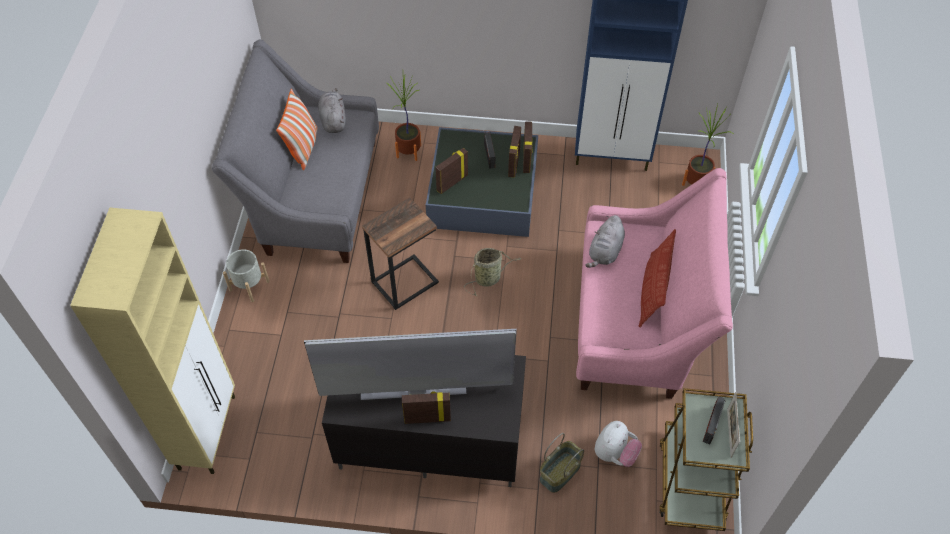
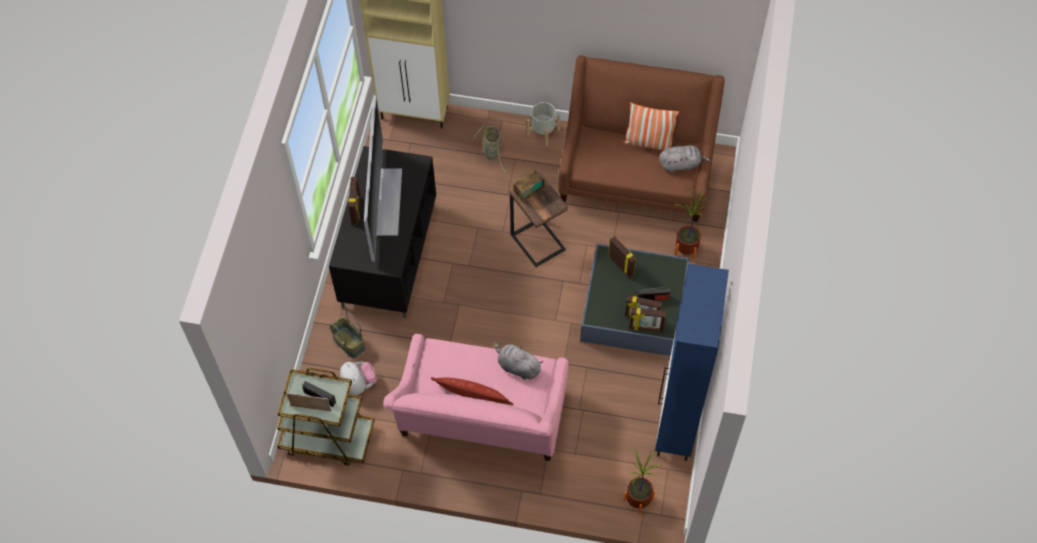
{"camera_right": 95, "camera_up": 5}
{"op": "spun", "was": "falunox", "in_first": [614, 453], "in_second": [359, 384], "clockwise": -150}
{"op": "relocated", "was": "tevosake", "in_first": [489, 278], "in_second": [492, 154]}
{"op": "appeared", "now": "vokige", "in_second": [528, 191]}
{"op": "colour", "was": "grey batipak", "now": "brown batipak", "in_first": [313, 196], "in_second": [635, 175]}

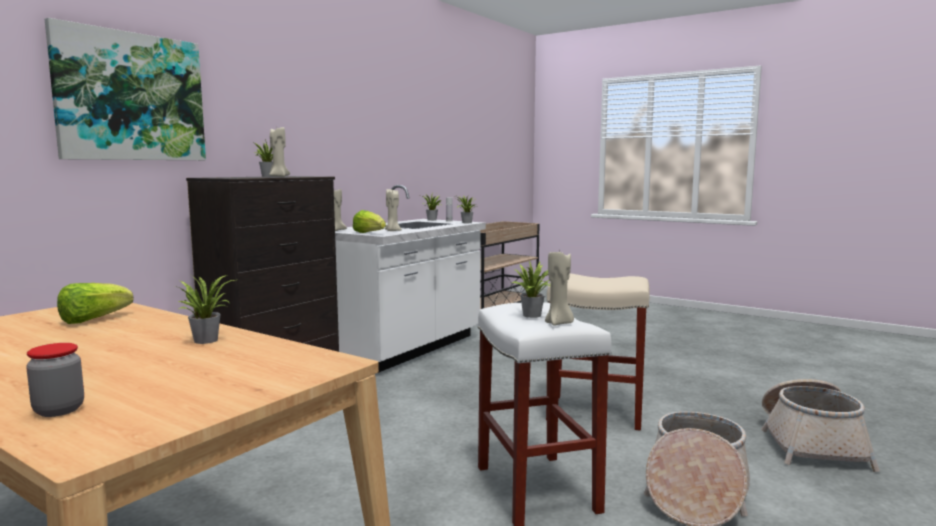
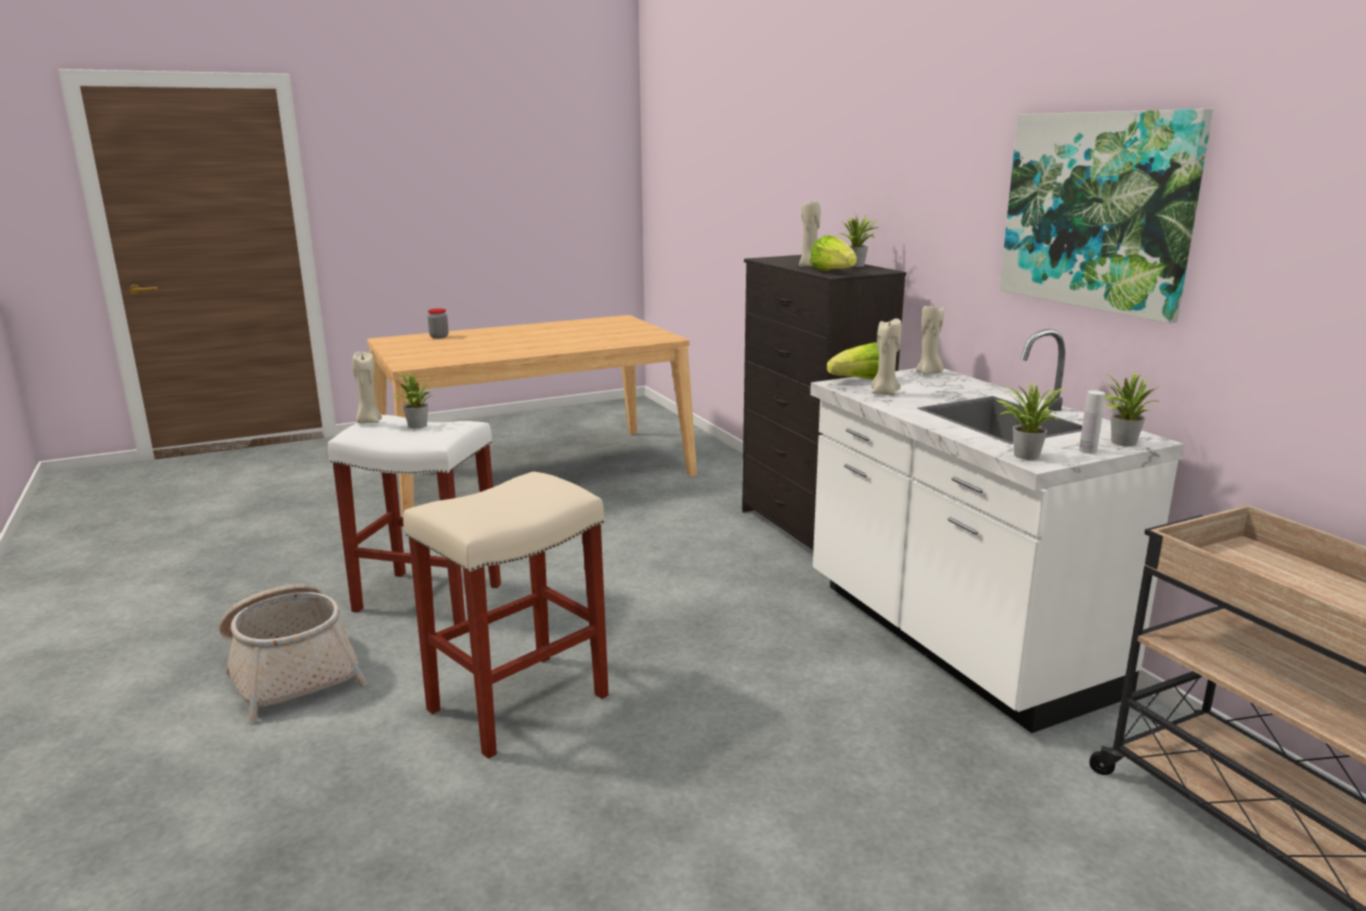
{"camera_right": 120, "camera_up": 10}
{"op": "relocated", "was": "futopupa", "in_first": [93, 320], "in_second": [833, 272]}
{"op": "relocated", "was": "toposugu", "in_first": [131, 97], "in_second": [1097, 211]}
{"op": "missing", "was": "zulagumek", "in_first": [206, 339]}
{"op": "missing", "was": "tevosake", "in_first": [811, 443]}

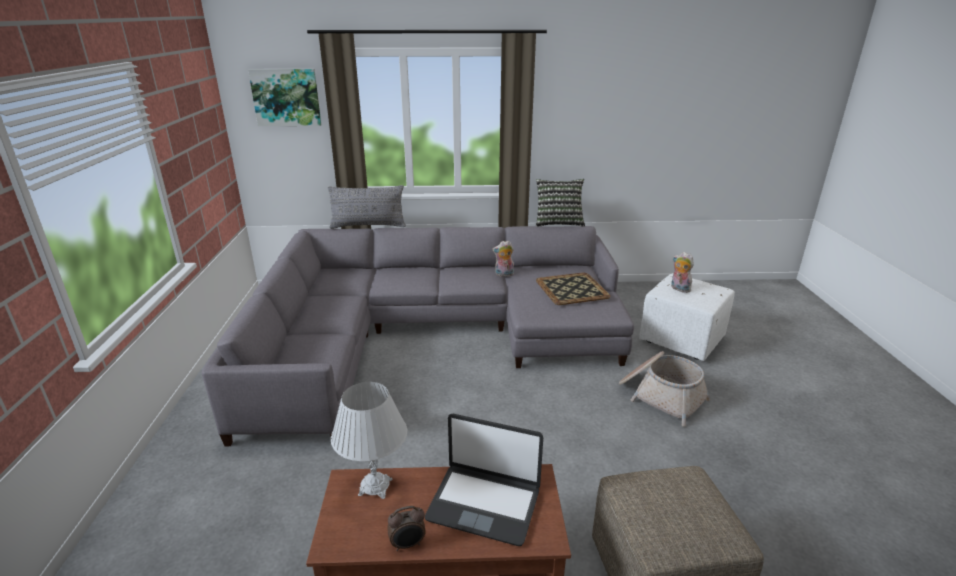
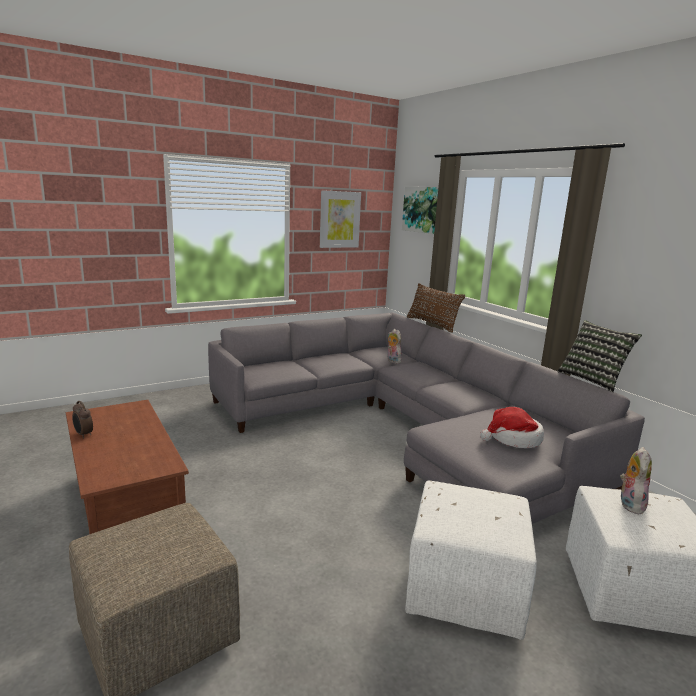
{"camera_right": 60, "camera_up": -10}
{"op": "appeared", "now": "toposugu", "in_second": [339, 219]}
{"op": "relocated", "was": "falunox", "in_first": [504, 275], "in_second": [392, 361]}
{"op": "exchanged", "was": "tevosake", "now": "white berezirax", "in_first": [660, 396], "in_second": [466, 591]}
{"op": "colour", "was": "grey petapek", "now": "brown petapek", "in_first": [368, 226], "in_second": [432, 324]}
{"op": "exchanged", "was": "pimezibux", "now": "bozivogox", "in_first": [572, 289], "in_second": [513, 439]}
{"op": "missing", "was": "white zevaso", "in_first": [375, 487]}
{"op": "missing", "was": "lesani", "in_first": [484, 503]}

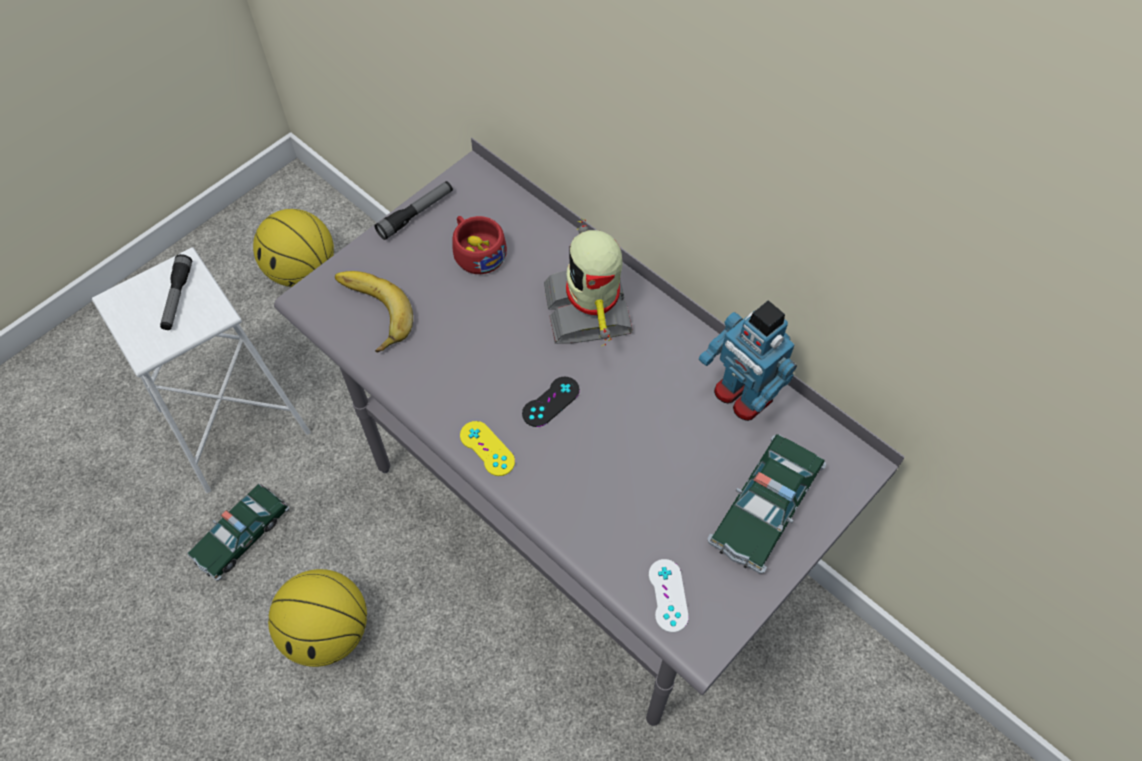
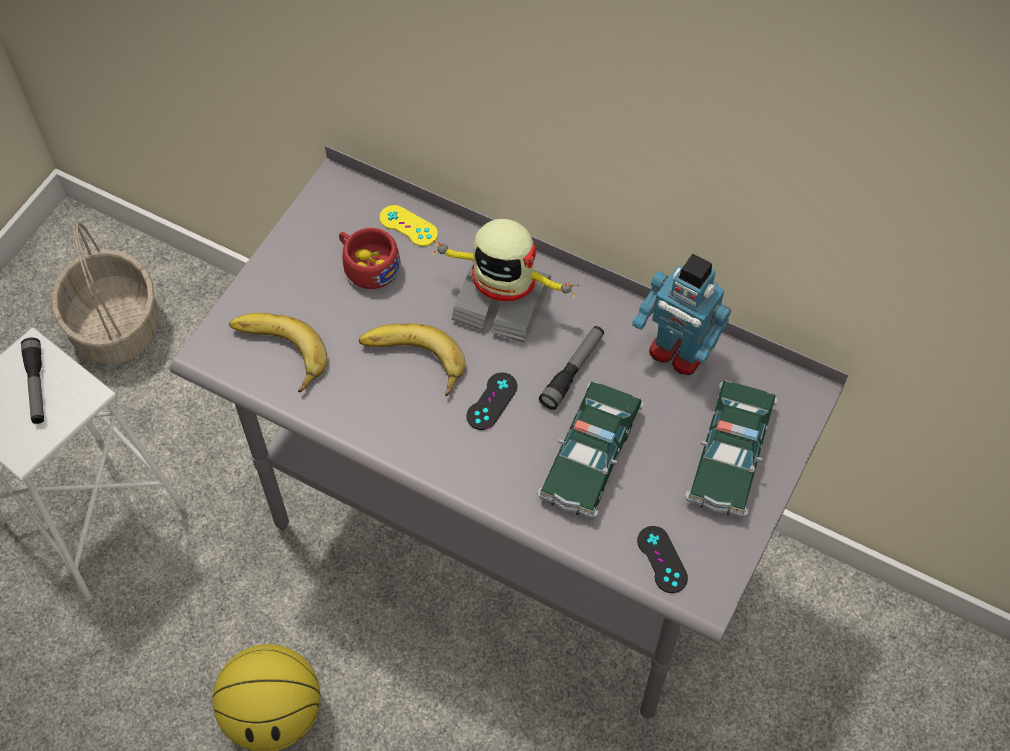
{"camera_right": -15, "camera_up": 0}
{"op": "exchanged", "was": "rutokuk", "now": "tevosake", "in_first": [303, 271], "in_second": [116, 327]}
{"op": "appeared", "now": "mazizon", "in_second": [411, 363]}
{"op": "relocated", "was": "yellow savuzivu", "in_first": [487, 448], "in_second": [408, 226]}
{"op": "spun", "was": "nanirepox", "in_first": [590, 309], "in_second": [502, 299], "clockwise": -45}
{"op": "relocated", "was": "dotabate", "in_first": [242, 535], "in_second": [590, 456]}
{"op": "relocated", "was": "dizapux", "in_first": [416, 214], "in_second": [573, 371]}
{"op": "colour", "was": "white savuzivu", "now": "black savuzivu", "in_first": [668, 595], "in_second": [662, 559]}

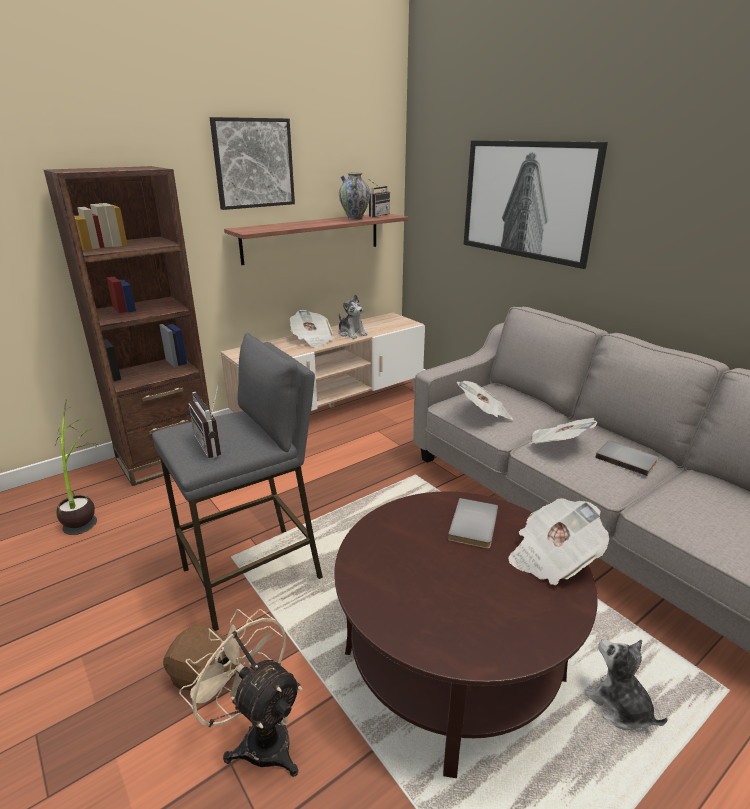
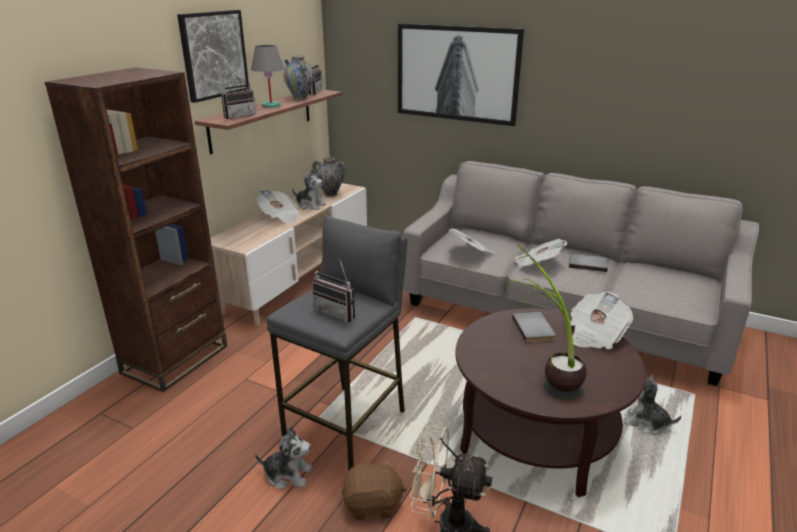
{"camera_right": -25, "camera_up": 0}
{"op": "appeared", "now": "vokige", "in_second": [238, 116]}
{"op": "appeared", "now": "grey zevaso", "in_second": [271, 106]}
{"op": "appeared", "now": "falunox", "in_second": [288, 475]}
{"op": "appeared", "now": "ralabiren", "in_second": [330, 194]}
{"op": "relocated", "was": "zulagumek", "in_first": [85, 512], "in_second": [544, 375]}

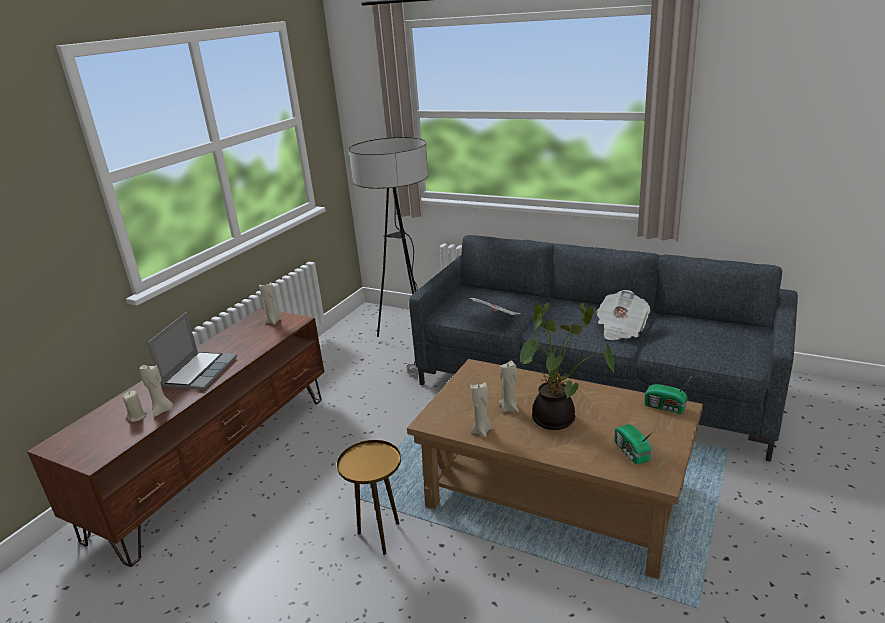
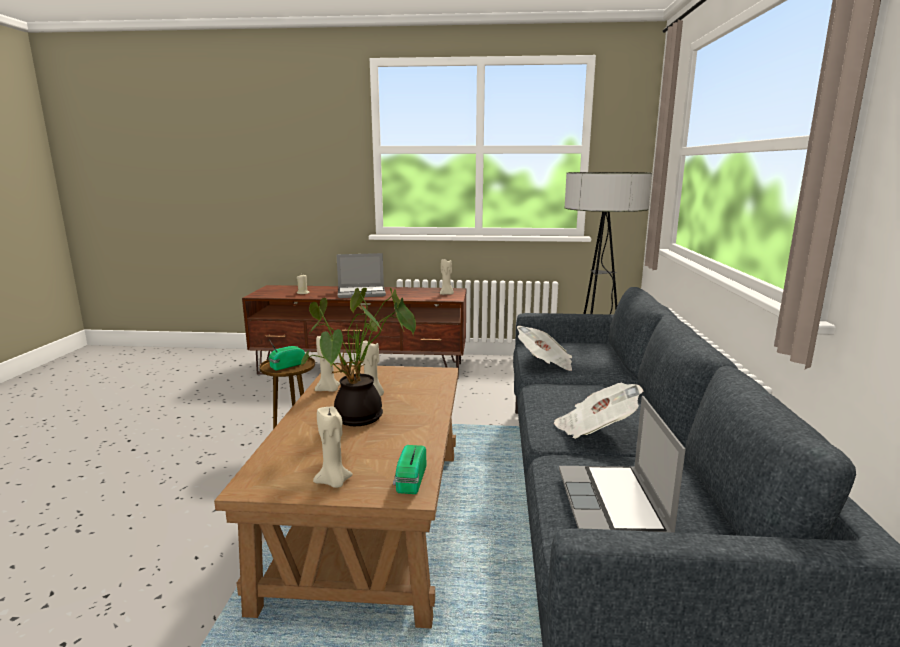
{"camera_right": 65, "camera_up": -10}
{"op": "relocated", "was": "vokige", "in_first": [631, 452], "in_second": [286, 365]}
{"op": "relocated", "was": "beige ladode", "in_first": [162, 410], "in_second": [334, 482]}
{"op": "appeared", "now": "lesani", "in_second": [614, 504]}

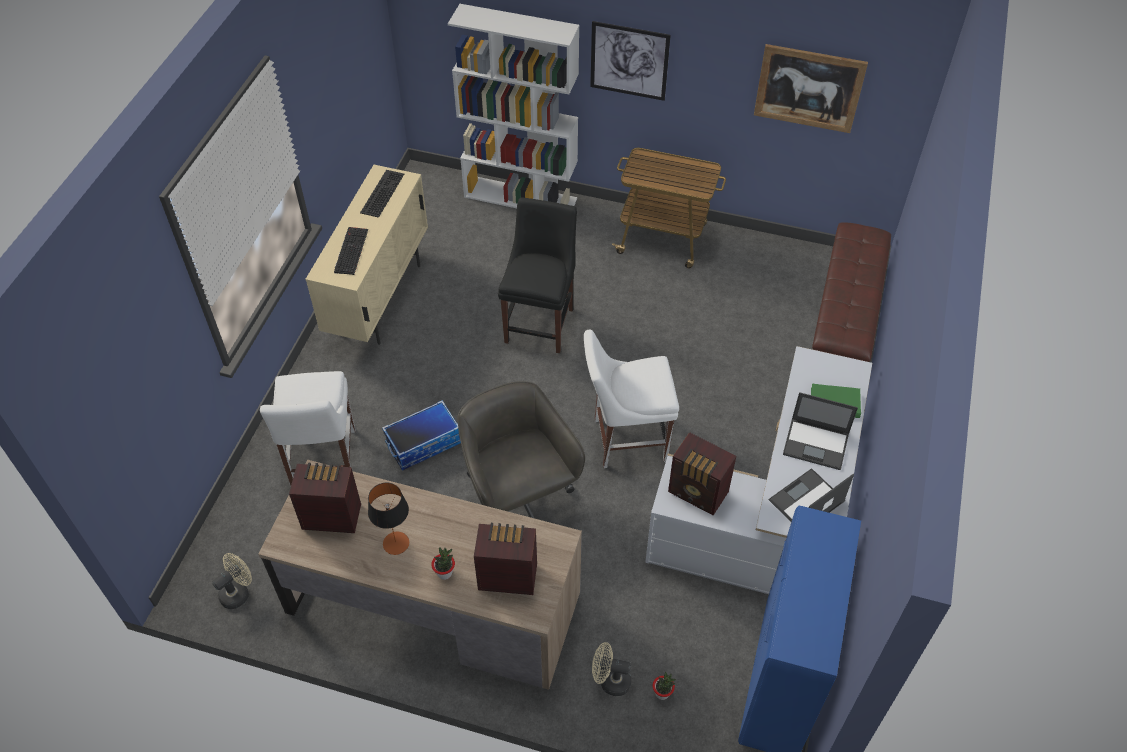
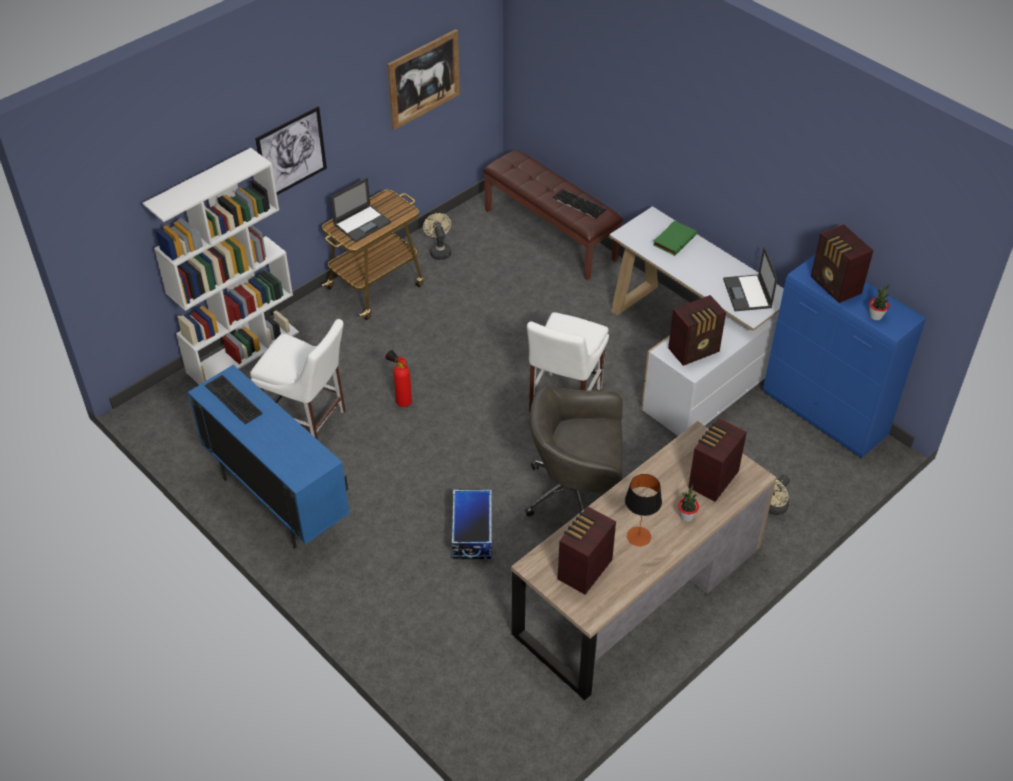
{"camera_right": -60, "camera_up": -5}
{"op": "colour", "was": "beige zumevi", "now": "blue zumevi", "in_first": [380, 299], "in_second": [277, 500]}
{"op": "relocated", "was": "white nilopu", "in_first": [323, 462], "in_second": [309, 422]}
{"op": "relocated", "was": "lesani", "in_first": [816, 444], "in_second": [362, 223]}
{"op": "exchanged", "was": "black nilopu", "now": "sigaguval", "in_first": [541, 322], "in_second": [401, 401]}
{"op": "relocated", "was": "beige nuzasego", "in_first": [238, 592], "in_second": [439, 250]}
{"op": "relocated", "was": "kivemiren", "in_first": [350, 250], "in_second": [578, 204]}
{"op": "appeared", "now": "vokige", "in_second": [835, 286]}
{"op": "relocated", "was": "zulagumek", "in_first": [662, 693], "in_second": [876, 316]}

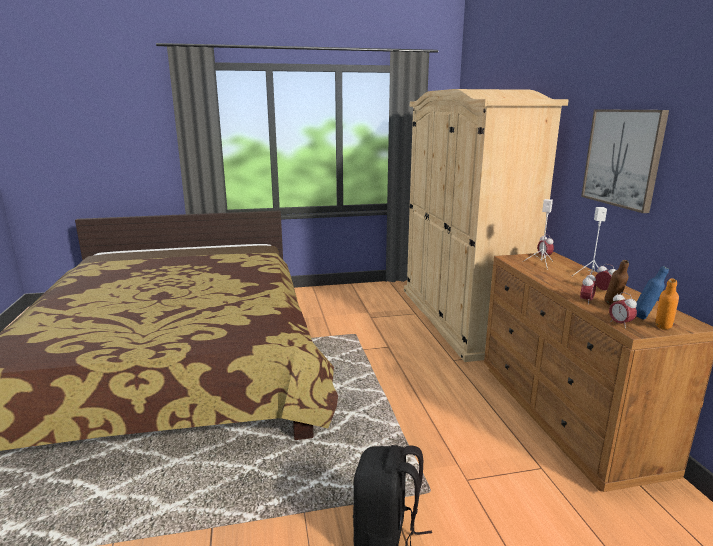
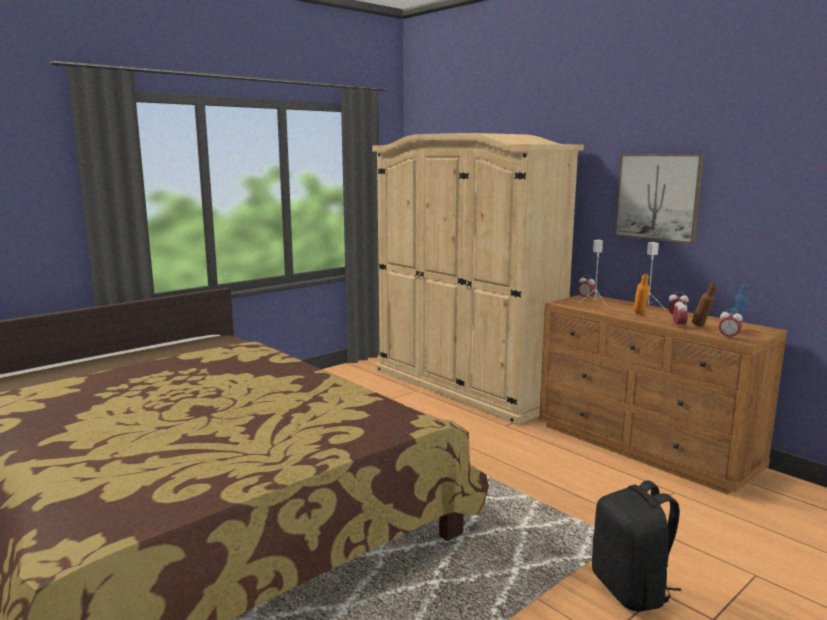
{"camera_right": -30, "camera_up": -5}
{"op": "relocated", "was": "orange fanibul", "in_first": [662, 330], "in_second": [640, 314]}

